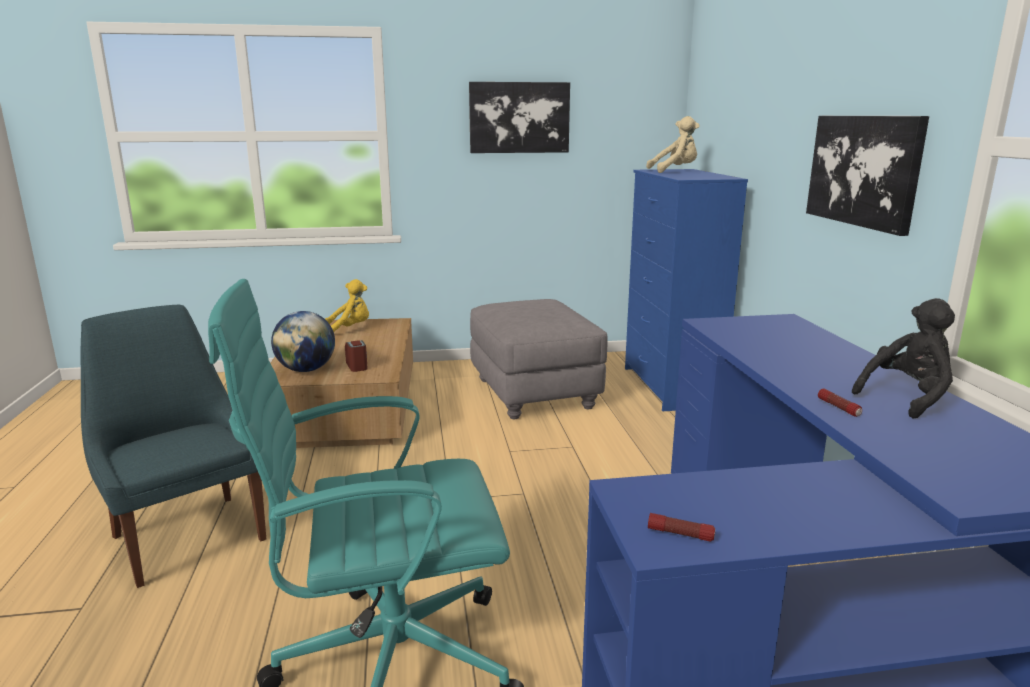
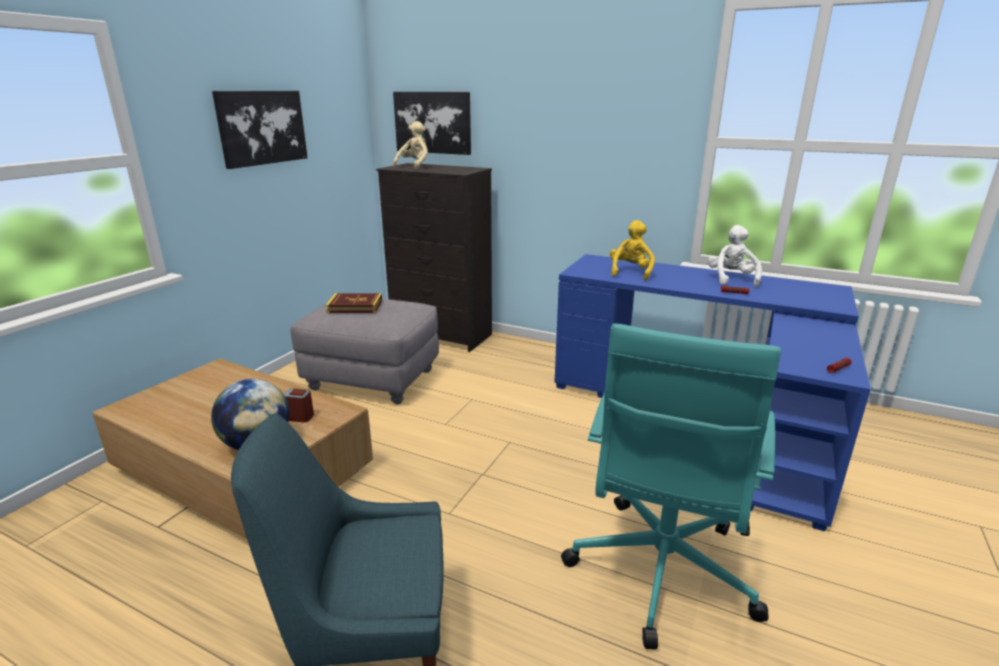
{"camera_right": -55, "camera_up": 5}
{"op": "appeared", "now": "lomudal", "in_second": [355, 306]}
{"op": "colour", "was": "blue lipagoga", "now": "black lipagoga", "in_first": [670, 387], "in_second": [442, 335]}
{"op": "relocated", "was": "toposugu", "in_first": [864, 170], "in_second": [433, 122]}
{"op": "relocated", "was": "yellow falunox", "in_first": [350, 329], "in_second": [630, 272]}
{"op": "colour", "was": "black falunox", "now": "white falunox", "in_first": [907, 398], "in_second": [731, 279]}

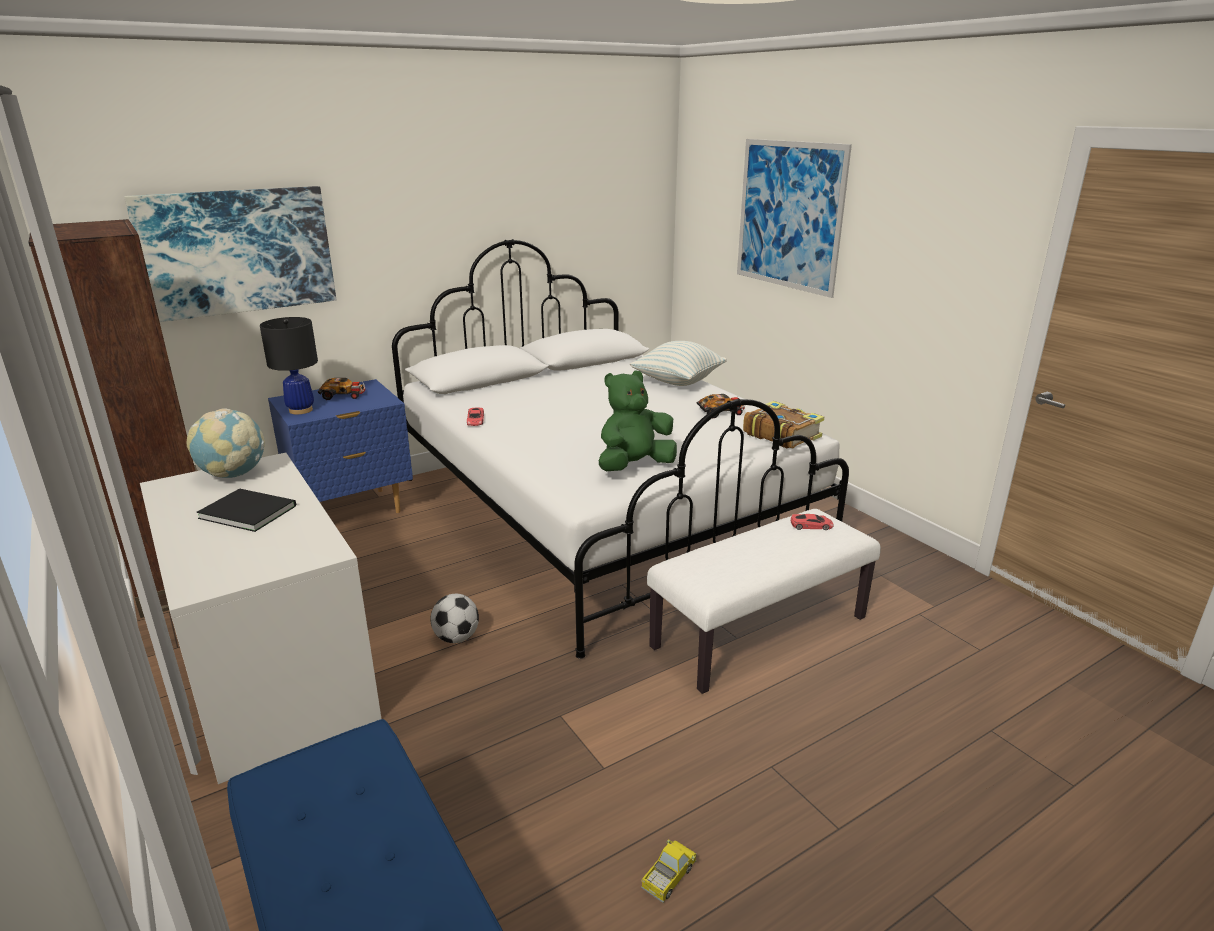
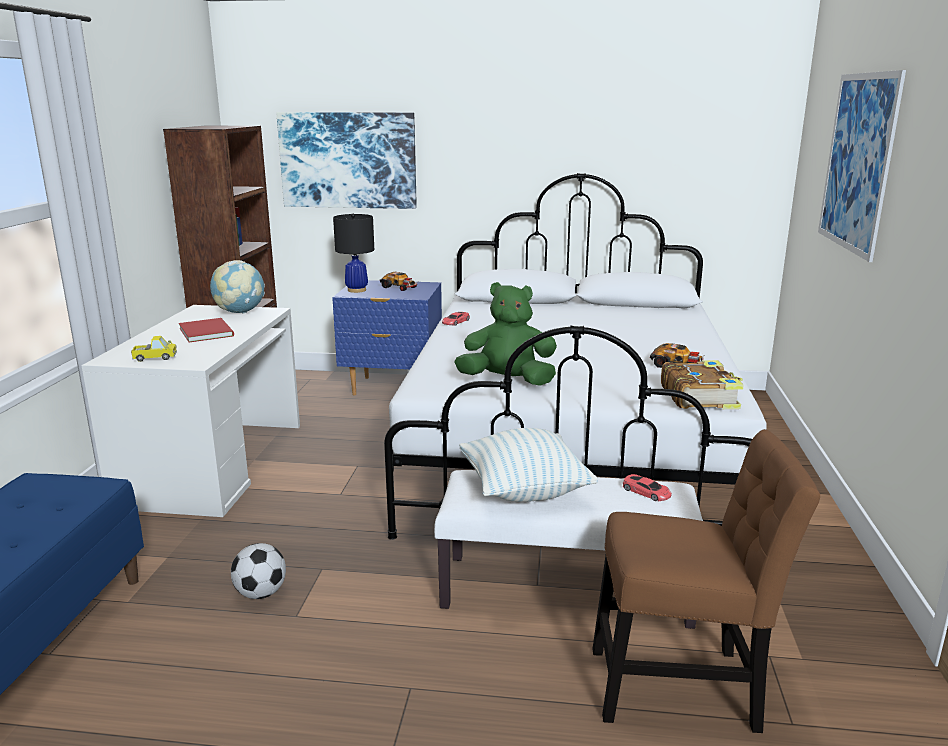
{"camera_right": 40, "camera_up": -5}
{"op": "relocated", "was": "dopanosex", "in_first": [669, 877], "in_second": [155, 358]}
{"op": "colour", "was": "black lomudal", "now": "red lomudal", "in_first": [247, 511], "in_second": [207, 331]}
{"op": "relocated", "was": "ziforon", "in_first": [456, 637], "in_second": [261, 593]}
{"op": "relocated", "was": "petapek", "in_first": [678, 381], "in_second": [524, 490]}
{"op": "appeared", "now": "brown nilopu", "in_second": [682, 687]}

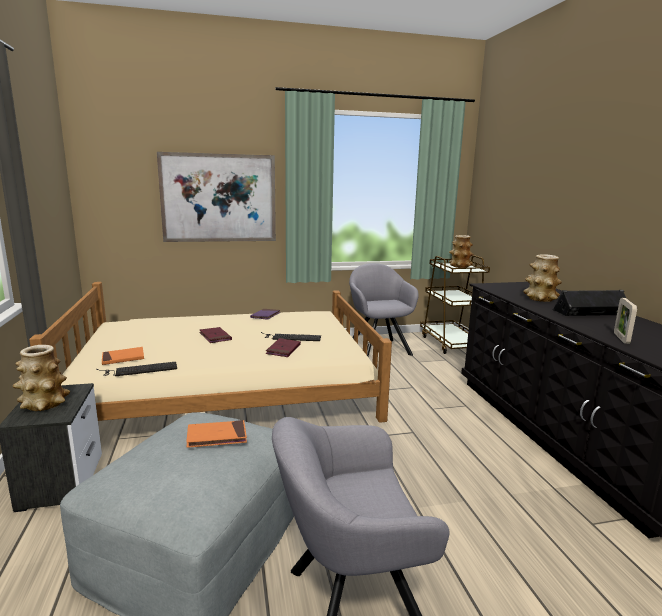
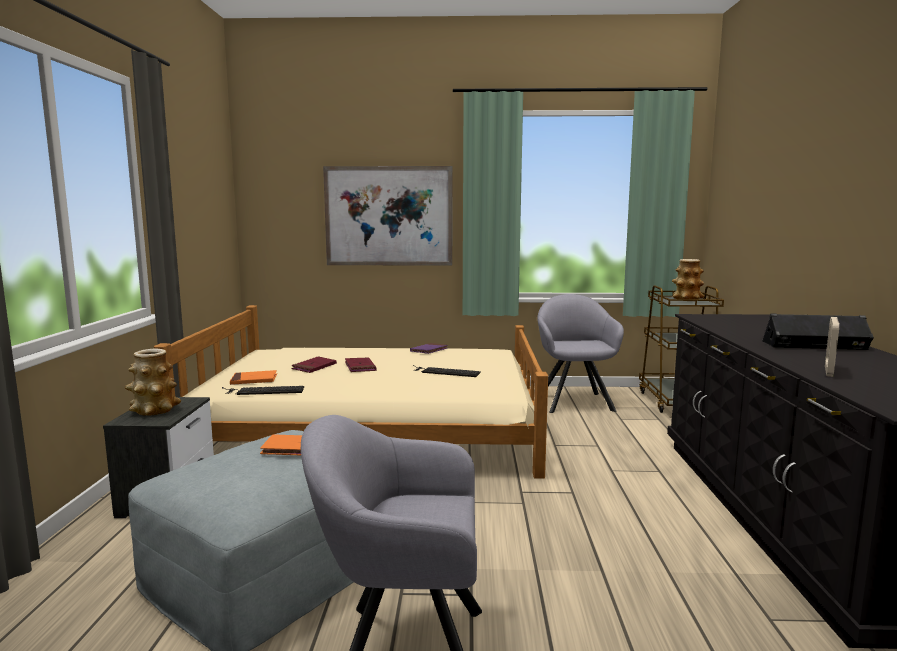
{"camera_right": 15, "camera_up": -5}
{"op": "relocated", "was": "red lomudal", "in_first": [283, 349], "in_second": [314, 367]}
{"op": "missing", "was": "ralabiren", "in_first": [540, 299]}

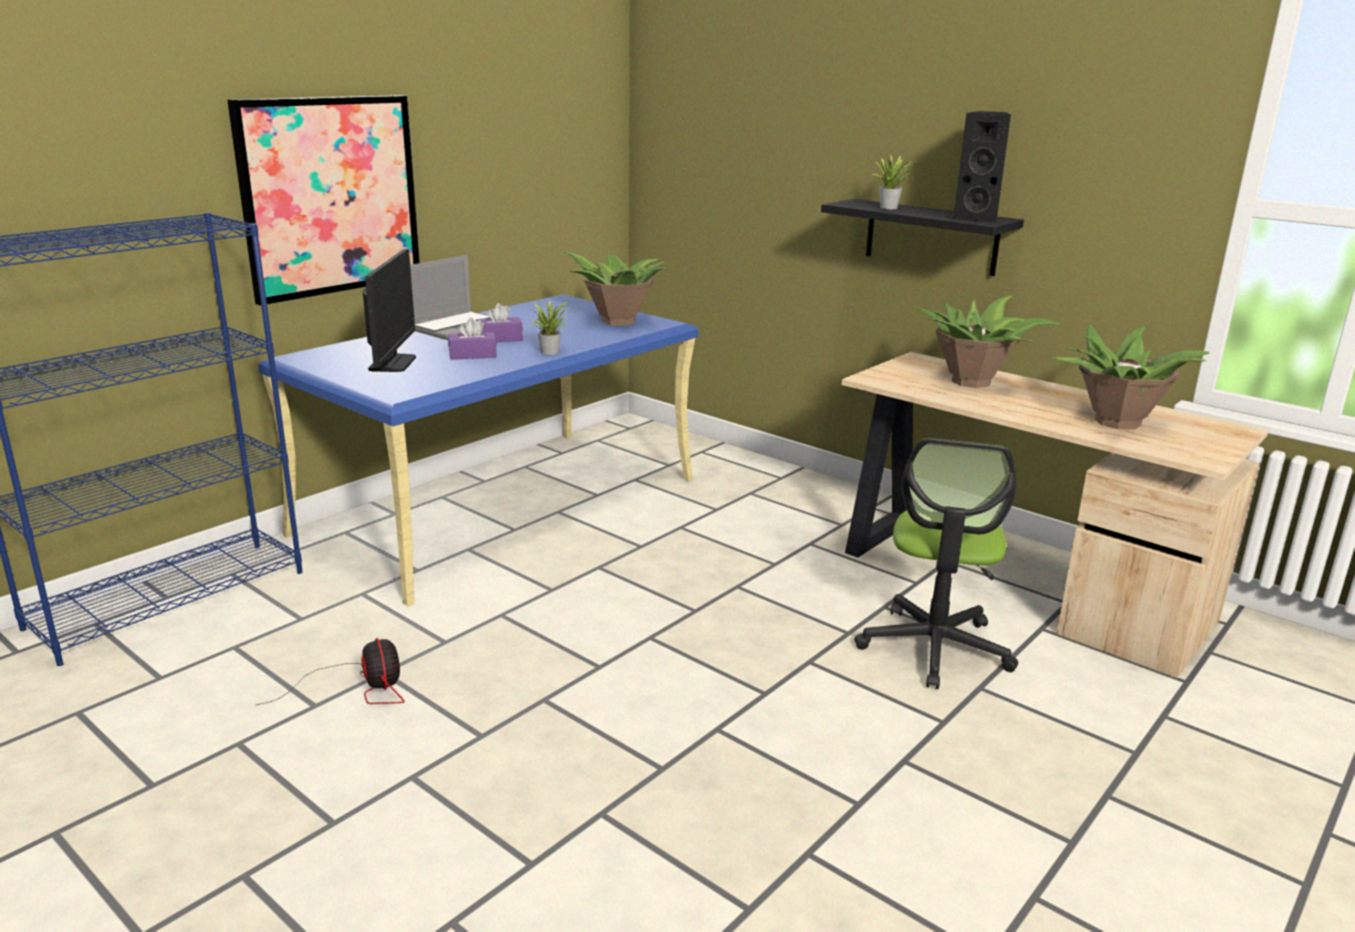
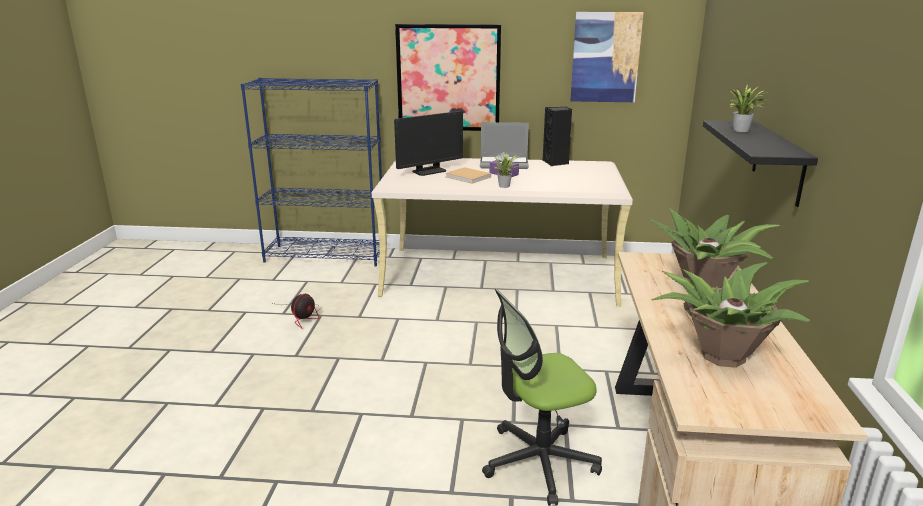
{"camera_right": 55, "camera_up": 0}
{"op": "colour", "was": "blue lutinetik", "now": "beige lutinetik", "in_first": [503, 505], "in_second": [500, 275]}
{"op": "exchanged", "was": "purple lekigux", "now": "beige lomudal", "in_first": [473, 355], "in_second": [469, 177]}
{"op": "relocated", "was": "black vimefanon", "in_first": [977, 218], "in_second": [556, 163]}
{"op": "appeared", "now": "toposugu", "in_second": [605, 57]}
{"op": "missing", "was": "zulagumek", "in_first": [618, 321]}

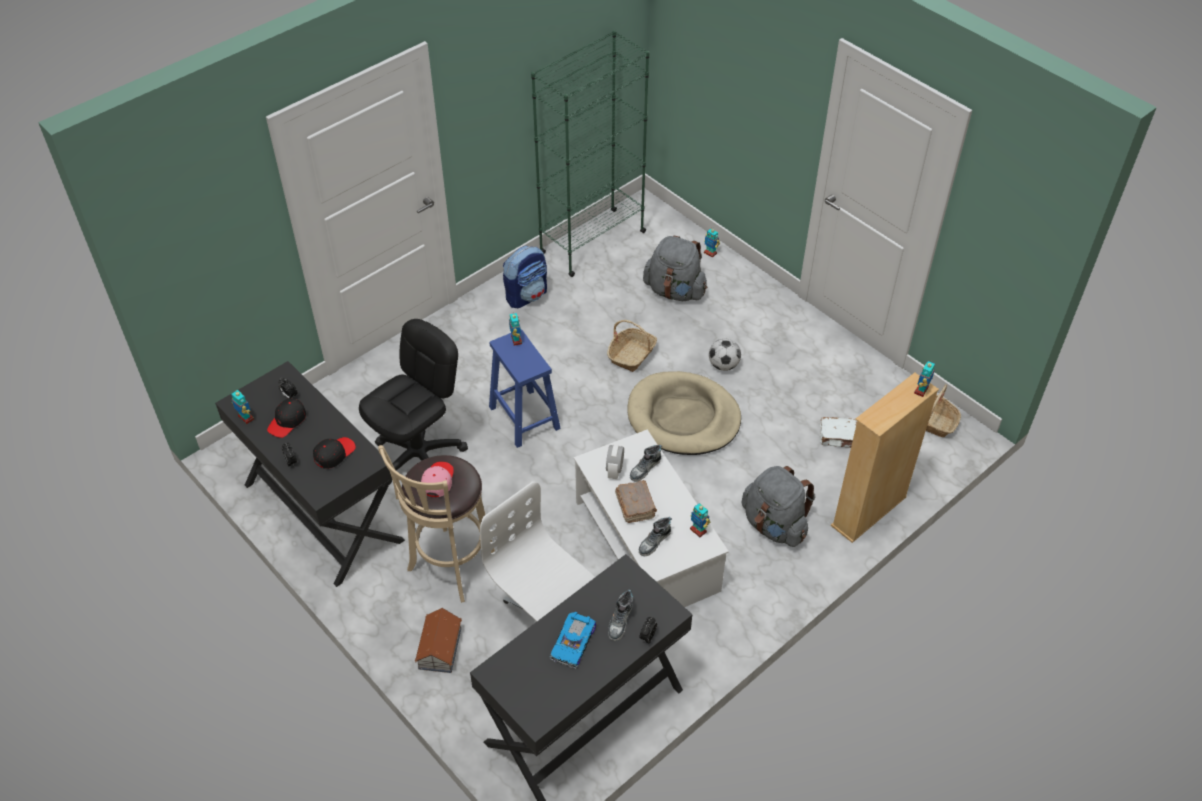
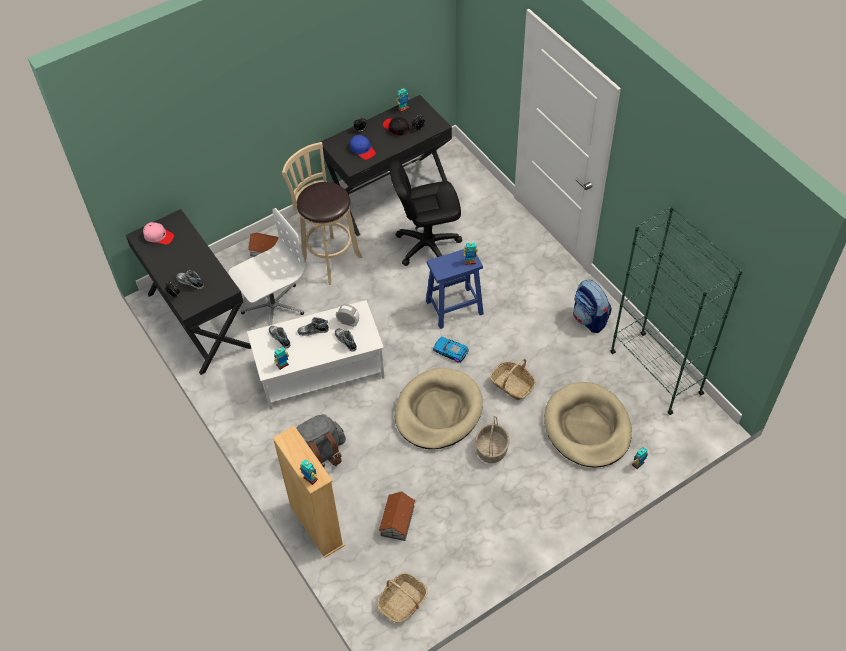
{"camera_right": 100, "camera_up": 5}
{"op": "relocated", "was": "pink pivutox", "in_first": [438, 481], "in_second": [159, 236]}
{"op": "exchanged", "was": "brown lomudal", "now": "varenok", "in_first": [635, 506], "in_second": [313, 331]}
{"op": "colour", "was": "black pivutox", "now": "blue pivutox", "in_first": [334, 454], "in_second": [362, 150]}
{"op": "exchanged", "was": "white lomudal", "now": "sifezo", "in_first": [838, 437], "in_second": [397, 521]}
{"op": "spun", "was": "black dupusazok", "in_first": [419, 457], "in_second": [427, 245], "clockwise": 120}
{"op": "relocated", "was": "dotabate", "in_first": [574, 643], "in_second": [450, 351]}
{"op": "exchanged", "was": "ziforon", "now": "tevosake", "in_first": [723, 365], "in_second": [492, 450]}
{"op": "exchanged", "was": "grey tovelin", "now": "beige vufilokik", "in_first": [675, 291], "in_second": [587, 427]}

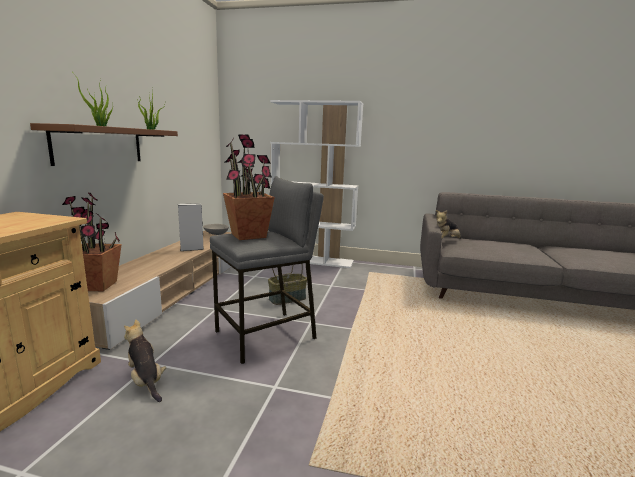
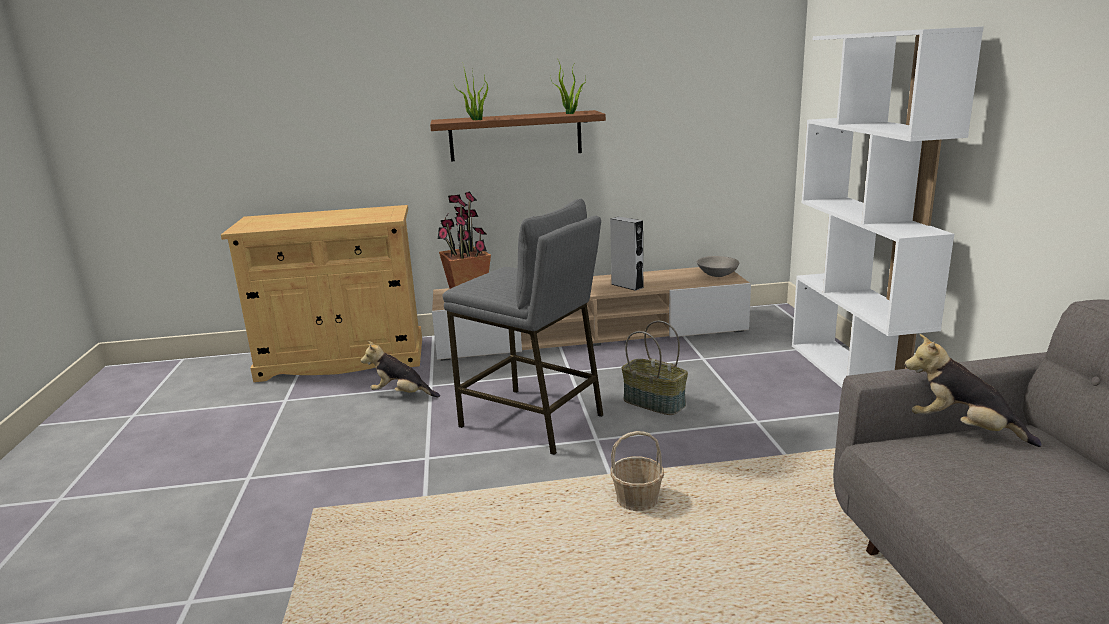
{"camera_right": 70, "camera_up": 5}
{"op": "spun", "was": "falunox", "in_first": [146, 381], "in_second": [401, 395], "clockwise": -105}
{"op": "appeared", "now": "tevosake", "in_second": [637, 500]}
{"op": "missing", "was": "zulagumek", "in_first": [249, 236]}

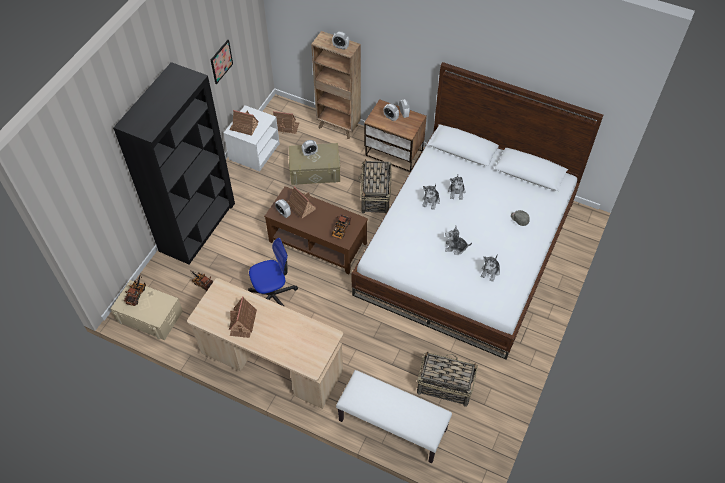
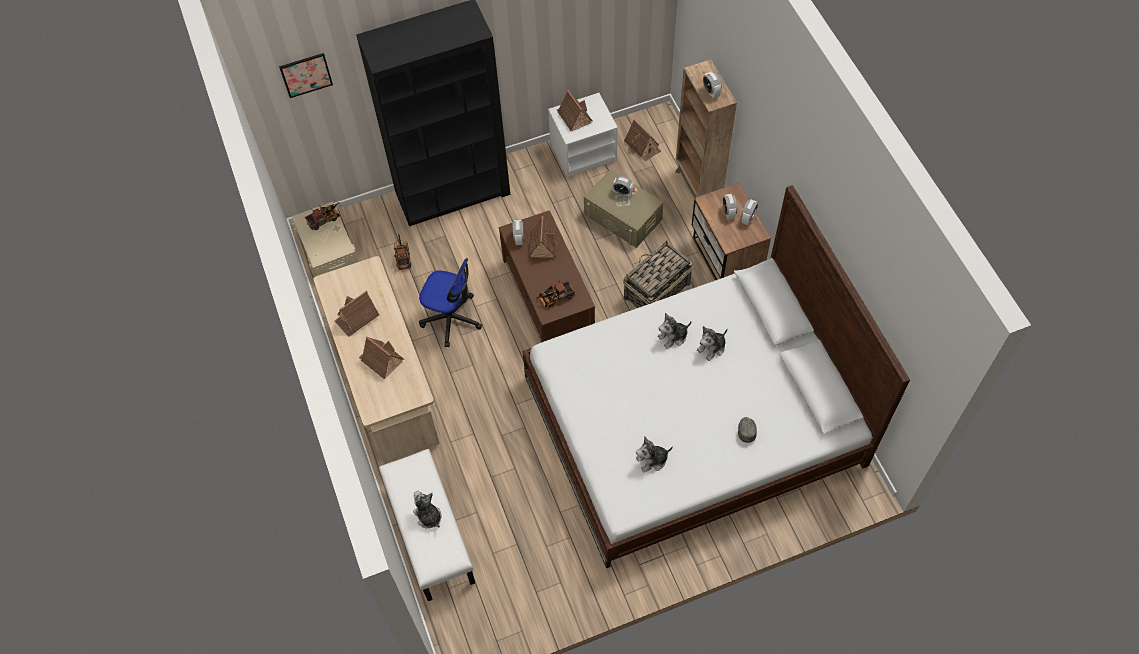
{"camera_right": 45, "camera_up": 5}
{"op": "relocated", "was": "toposugu", "in_first": [221, 61], "in_second": [306, 75]}
{"op": "appeared", "now": "sifezo", "in_second": [381, 360]}
{"op": "relocated", "was": "falunox", "in_first": [455, 247], "in_second": [428, 516]}
{"op": "missing", "was": "tevosake", "in_first": [444, 386]}

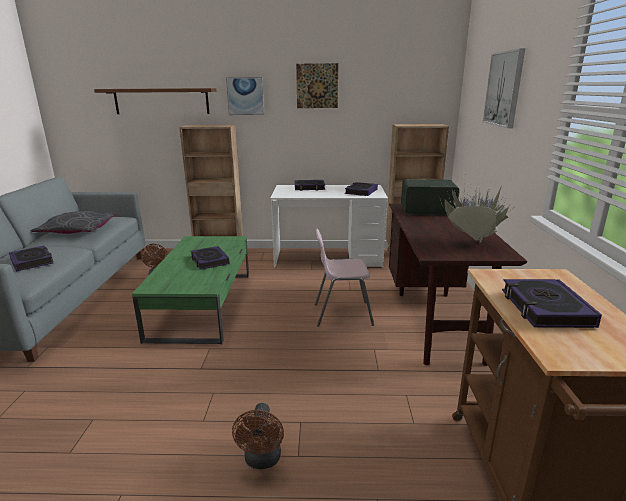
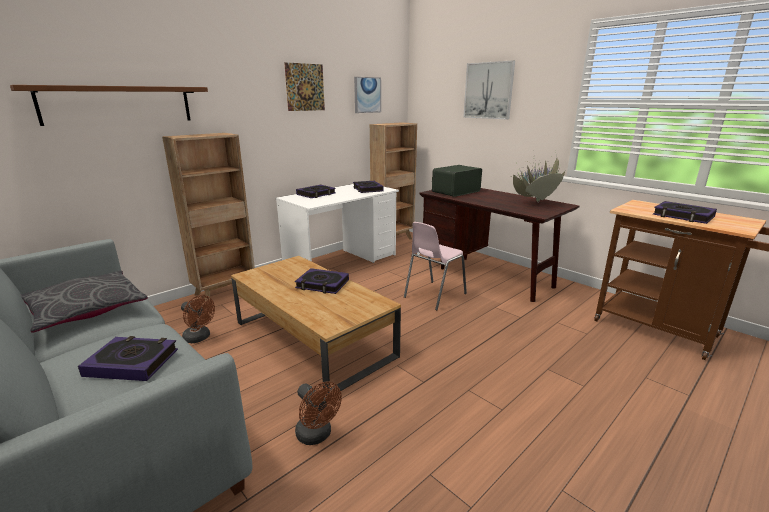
{"camera_right": -45, "camera_up": 0}
{"op": "colour", "was": "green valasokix", "now": "brown valasokix", "in_first": [203, 304], "in_second": [312, 338]}
{"op": "relocated", "was": "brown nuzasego", "in_first": [262, 460], "in_second": [317, 435]}
{"op": "relocated", "was": "toposugu", "in_first": [245, 96], "in_second": [367, 95]}

